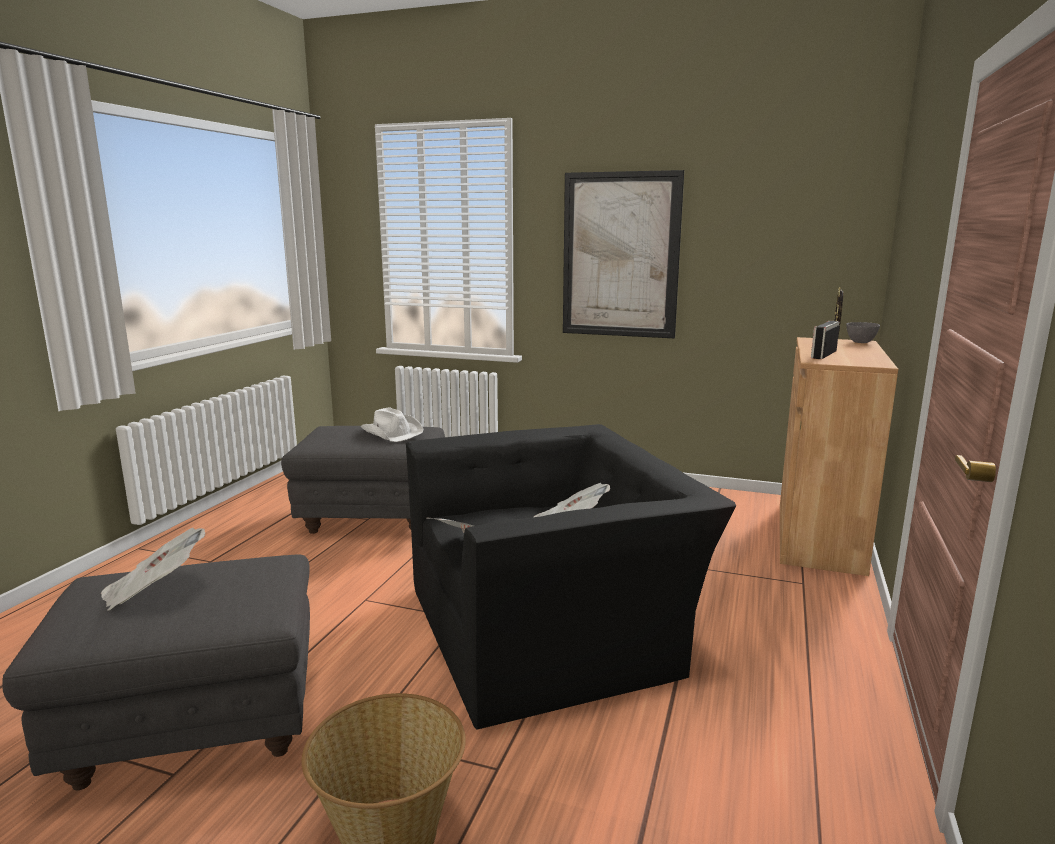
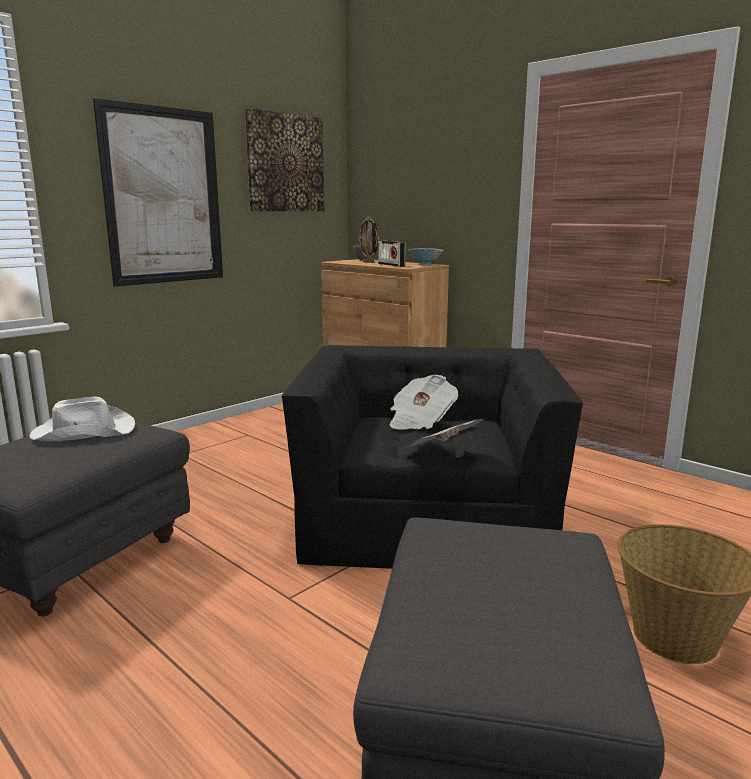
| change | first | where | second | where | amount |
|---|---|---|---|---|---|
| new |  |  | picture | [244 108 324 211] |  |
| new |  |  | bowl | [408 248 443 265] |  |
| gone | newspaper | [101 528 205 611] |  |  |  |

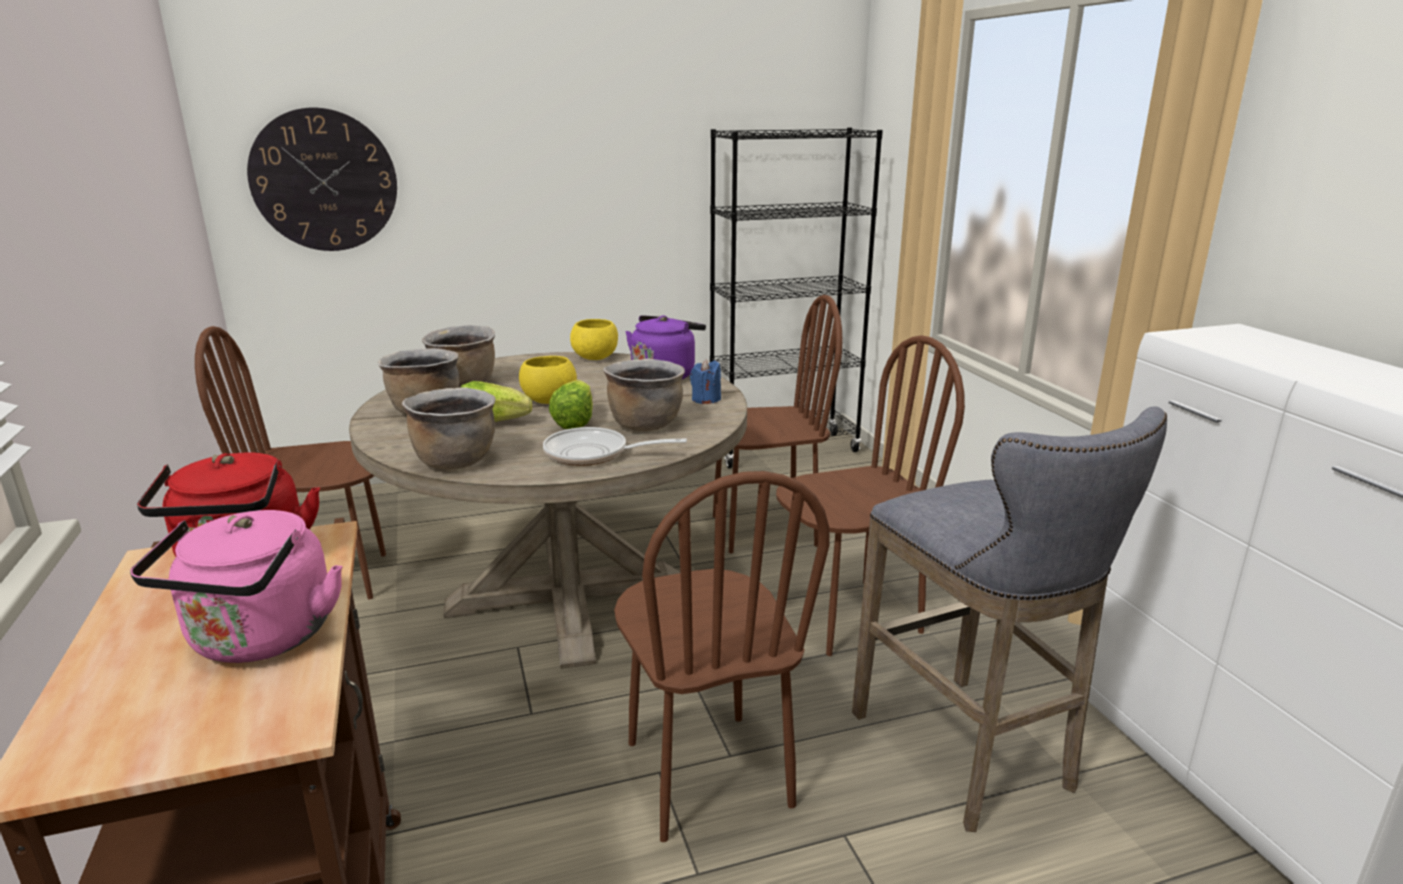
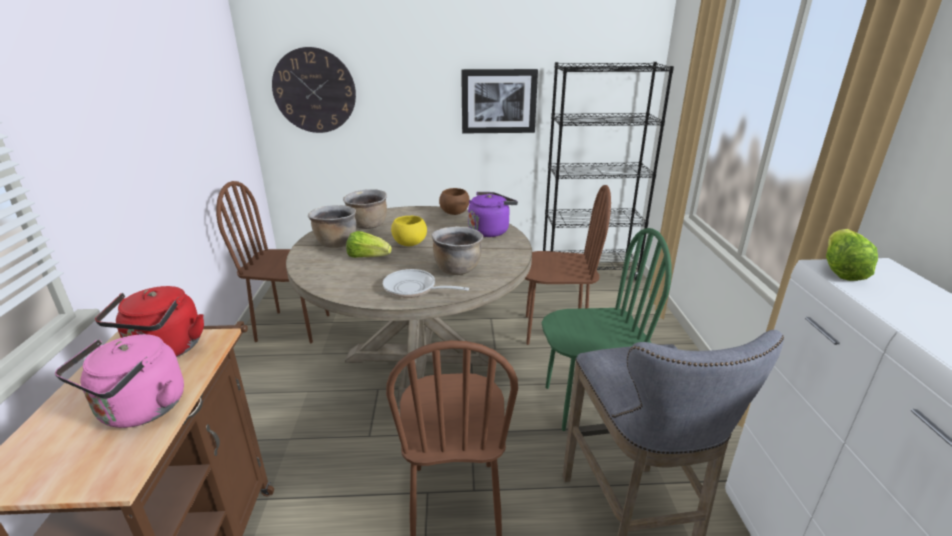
| change | first | where | second | where | amount |
|---|---|---|---|---|---|
| repainted | bowl/yellow | [570 319 618 360] | bowl/brown | [439 188 470 215] |  |
| new |  |  | picture | [461 69 538 133] |  |
| repainted | chair/brown | [776 335 965 656] | chair/green | [542 228 672 431] |  |
| shifted | lettuce | [549 380 593 429] |  | [826 229 878 281] |  |
| gone | cooking pot/brown | [402 387 496 470] |  |  |  |
| gone | candle/blue | [690 359 721 404] |  |  |  |

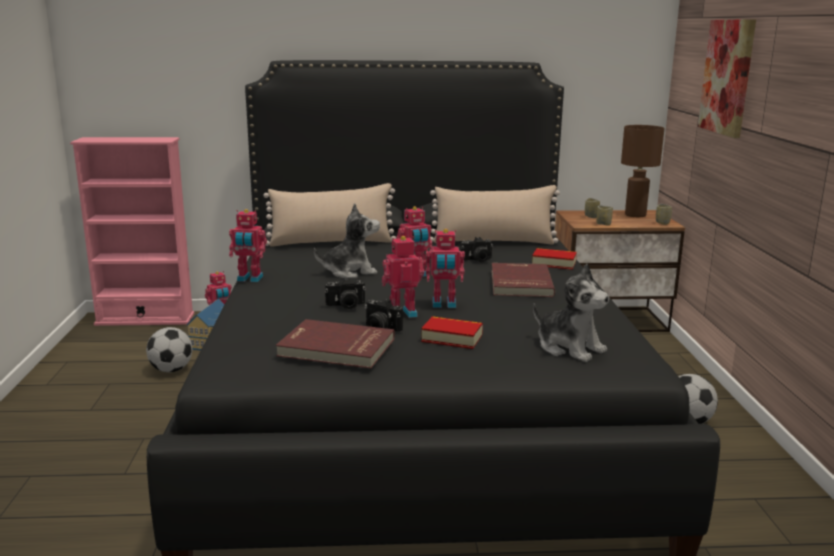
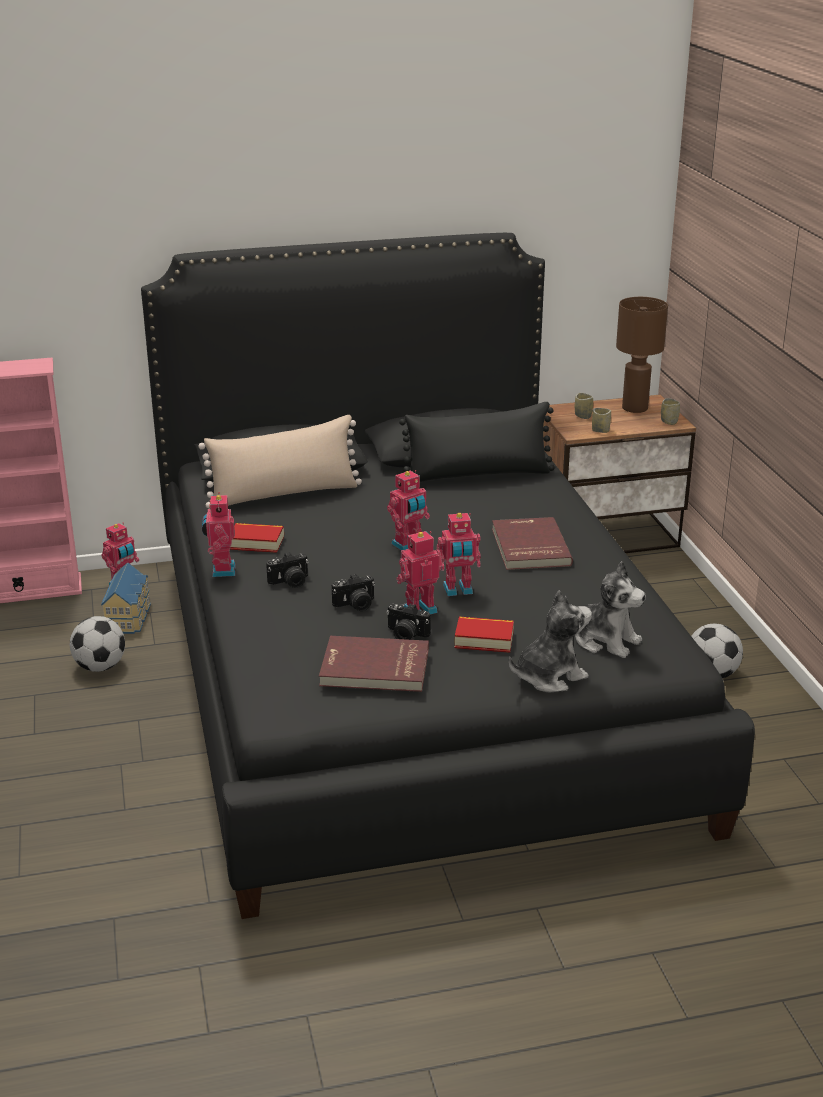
| change | first | where | second | where | amount |
|---|---|---|---|---|---|
| rotated | toy robot | [229 209 267 282] |  | [202 492 236 577] | 90 degrees clockwise |
| shifted | book | [532 248 577 270] |  | [230 523 284 553] |  |
| shifted | photo camera | [461 237 493 262] |  | [266 552 308 588] |  |
| repainted | pillow/beige | [430 185 560 244] | pillow/black | [399 402 555 482] |  |
| shifted | plush toy | [314 203 380 278] |  | [509 590 592 693] |  |
| gone | picture | [698 19 756 138] |  |  |  |

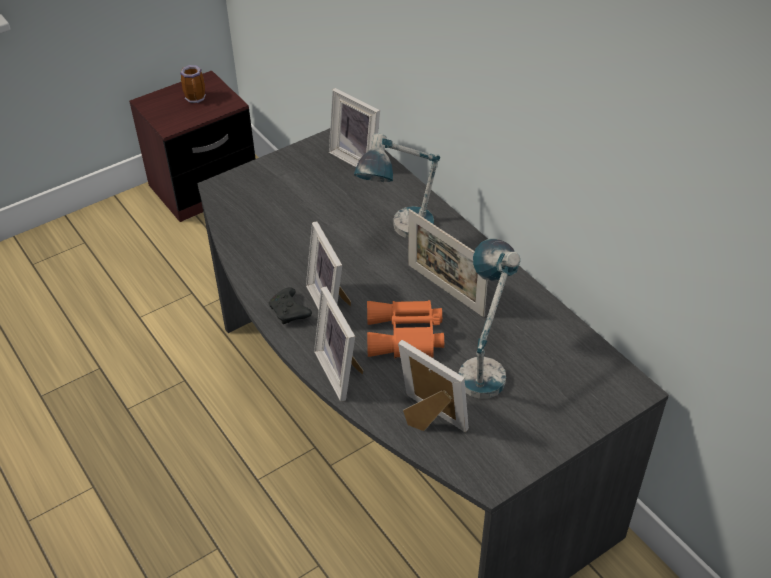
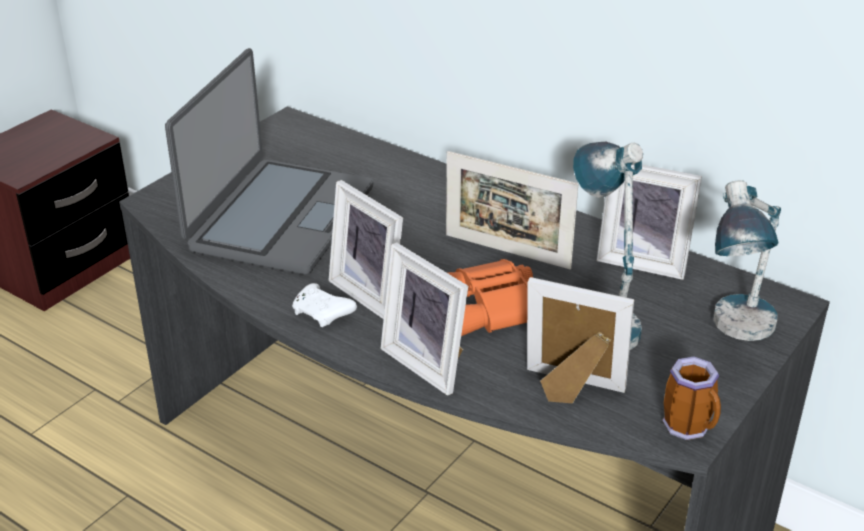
| change | first | where | second | where | amount |
|---|---|---|---|---|---|
| new |  |  | laptop | [165 48 373 275] |  |
| repainted | game controller/black | [269 287 312 324] | game controller/white | [292 283 357 327] |  |
| shifted | picture frame | [329 88 380 167] |  | [596 164 702 280] |  |
| shifted | mug | [180 65 206 103] |  | [662 356 721 440] |  |
| shifted | table lamp | [354 133 440 238] |  | [713 180 781 341] |  |

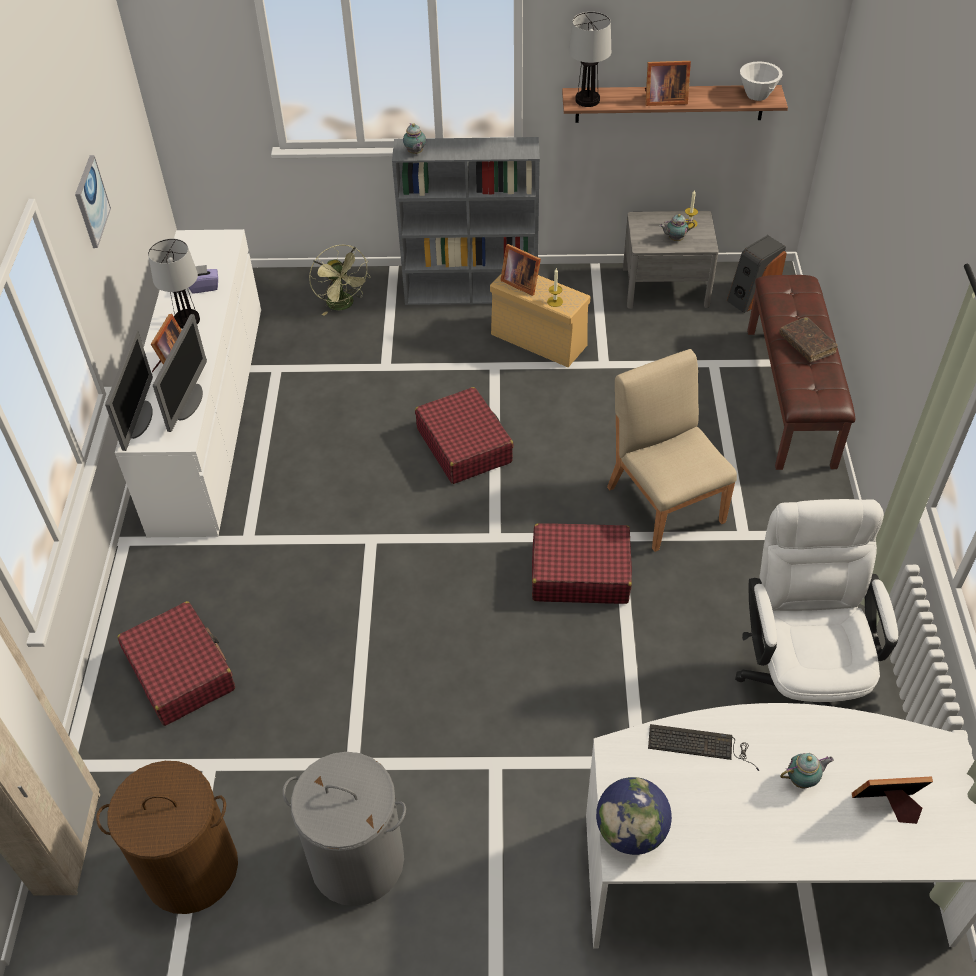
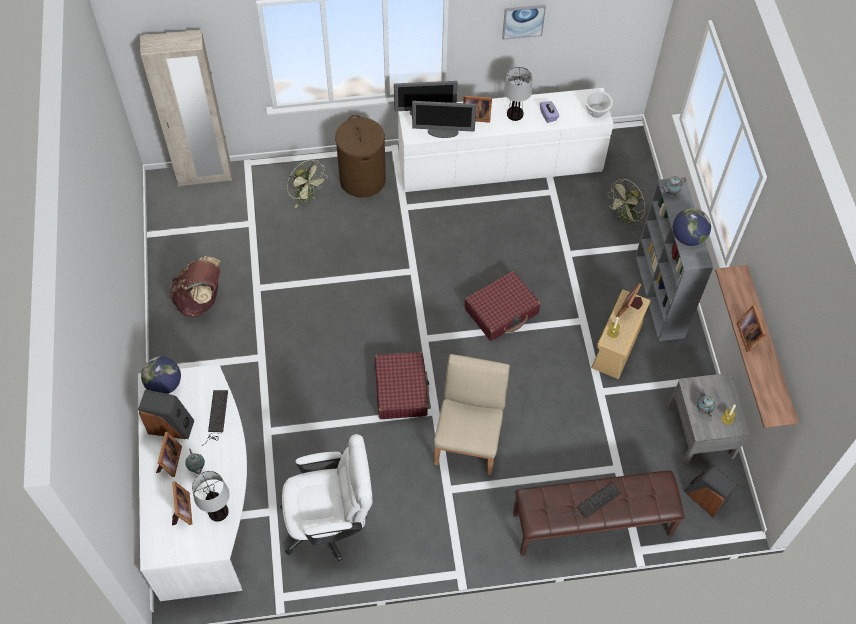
| change | first | where | second | where | amount |
|---|---|---|---|---|---|
| new |  |  | speaker | [138 390 195 439] |  |
| new |  |  | picture frame | [156 432 182 477] |  |
| swapped | laundry basket/grey | [283 752 406 906] | backpack/brown | [169 256 221 317] |  |
| shifted | table lamp | [569 12 611 107] |  | [192 471 229 522] |  |
| swapped | suitcase/red | [118 601 235 726] | fan/green | [287 159 328 208] |  |
| shifted | laundry basket/brown | [96 761 238 914] |  | [335 115 386 198] |  |
| rotated | chair/beige | [607 349 737 552] |  | [434 354 510 475] | 45 degrees counterclockwise |
| swapped | book/brown | [779 317 838 362] | keyboard | [562 482 621 521] |  |
| shifted | bowl/white | [740 61 782 101] |  | [585 91 613 118] |  |
| new |  |  | globe | [673 208 711 246] |  |

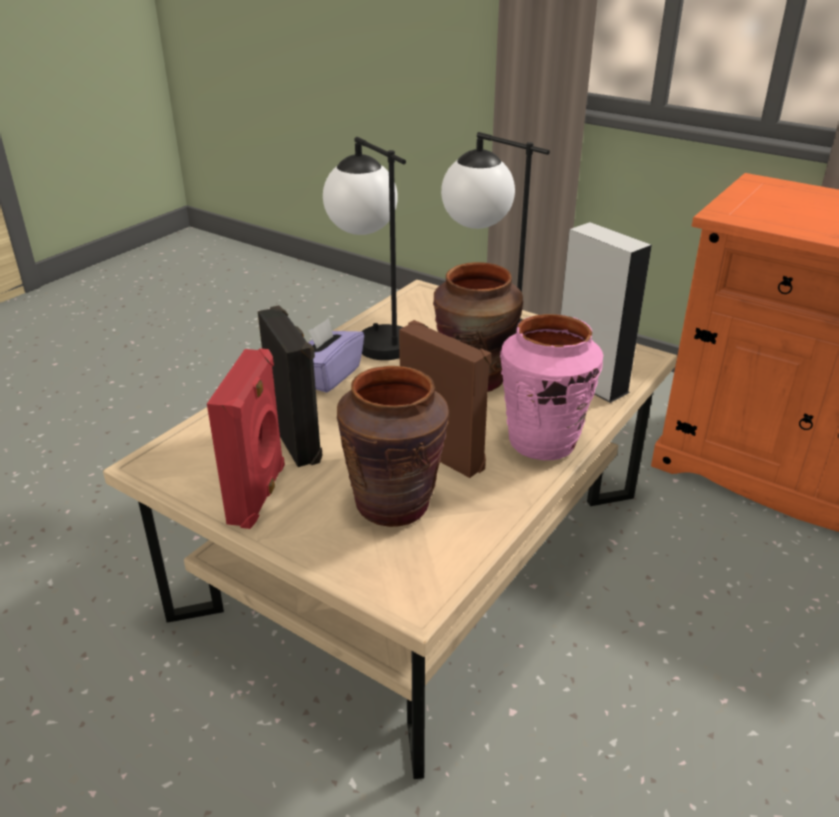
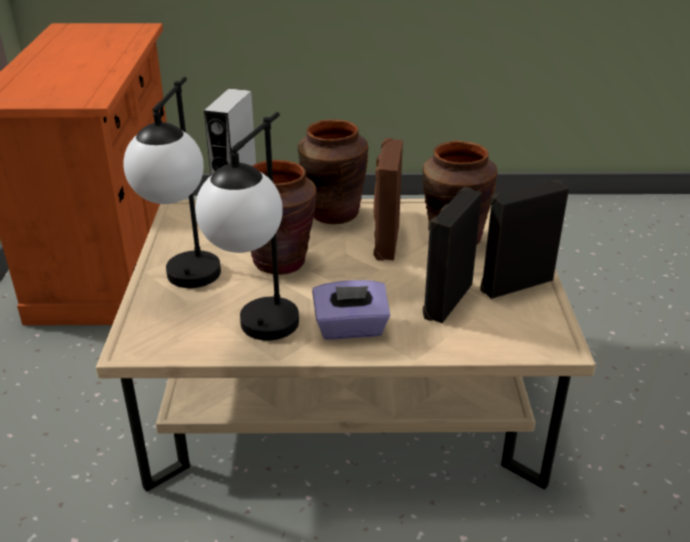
| change | first | where | second | where | amount |
|---|---|---|---|---|---|
| repainted | vase/pink | [500 314 603 460] | vase/brown | [298 119 369 224] |  |
| repainted | speaker/red | [207 348 285 529] | speaker/black | [480 180 569 299] |  |

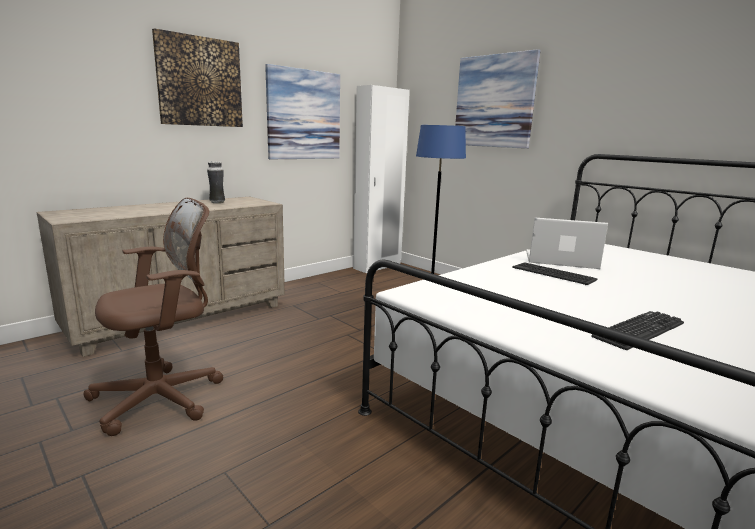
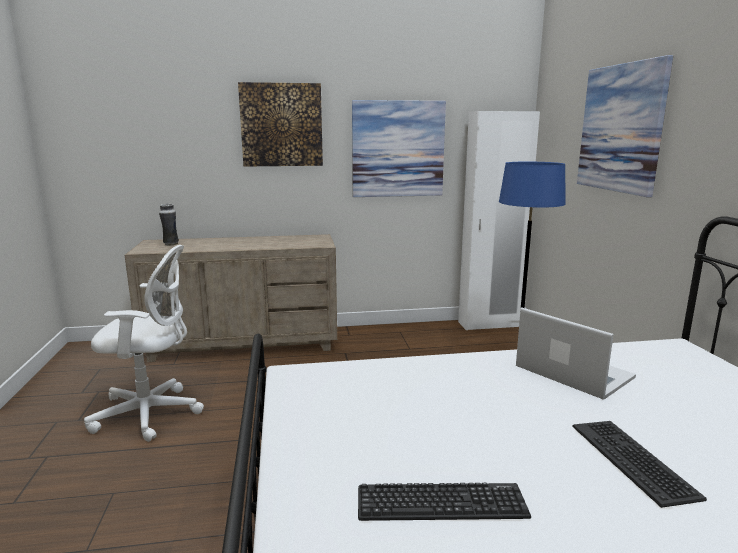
| change | first | where | second | where | amount |
|---|---|---|---|---|---|
| repainted | office chair/brown | [84 198 223 436] | office chair/white | [84 245 204 442] |  |
| shifted | vase | [207 161 225 203] |  | [159 204 179 245] |  |
| shifted | keyboard | [512 262 597 285] |  | [572 421 707 508] |  |

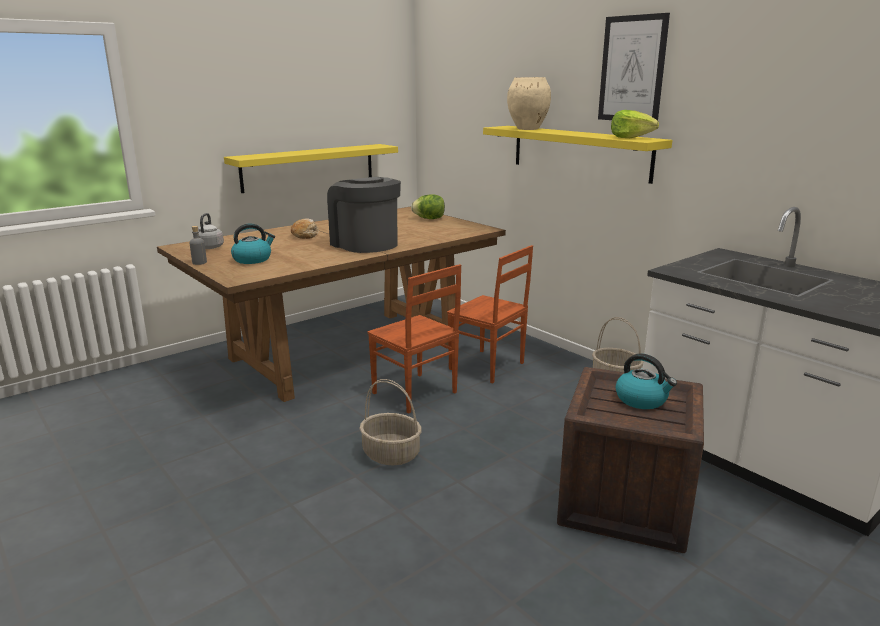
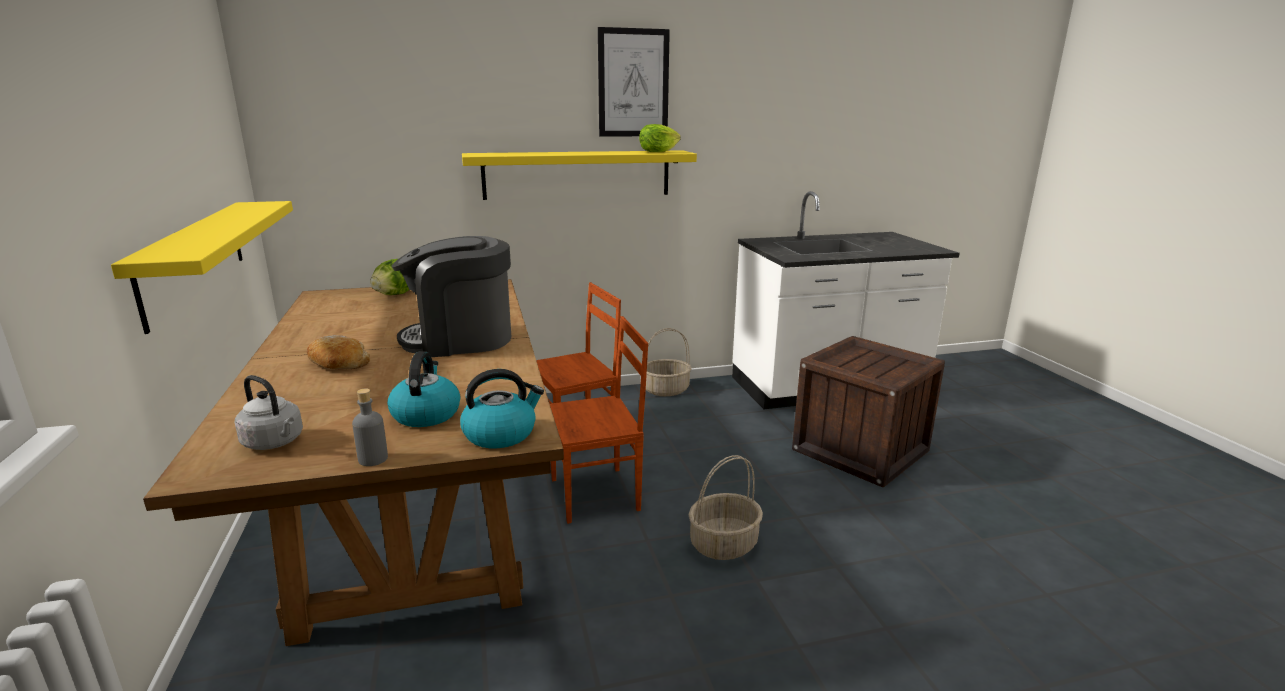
| change | first | where | second | where | amount |
|---|---|---|---|---|---|
| shifted | kettle | [616 354 677 409] |  | [460 369 544 448] |  |
| gone | vase/beige | [507 77 551 130] |  |  |  |

